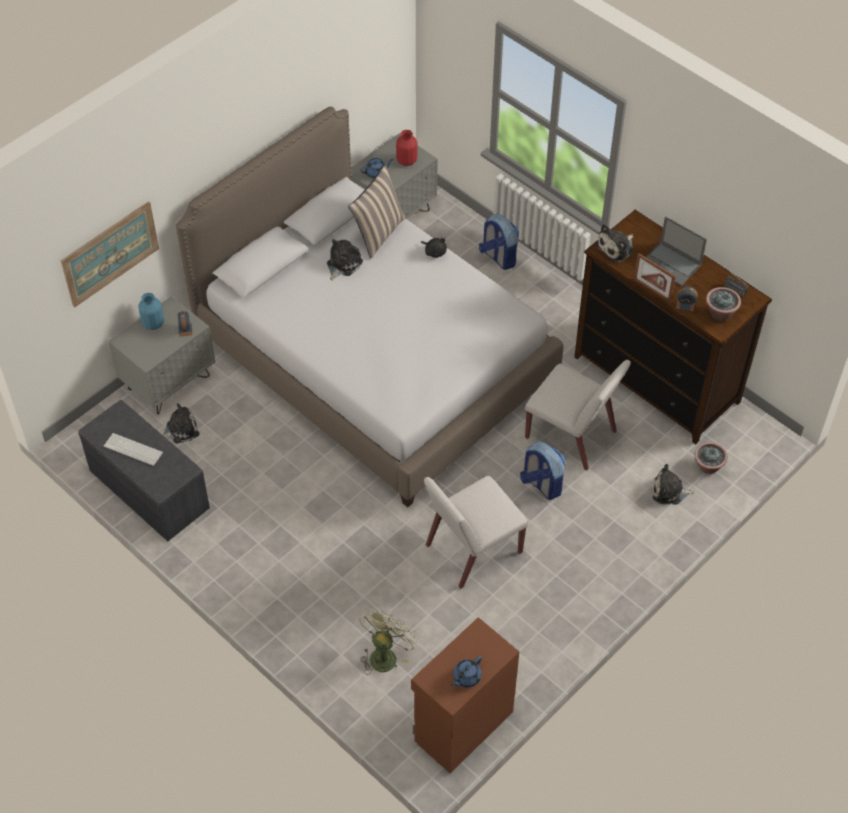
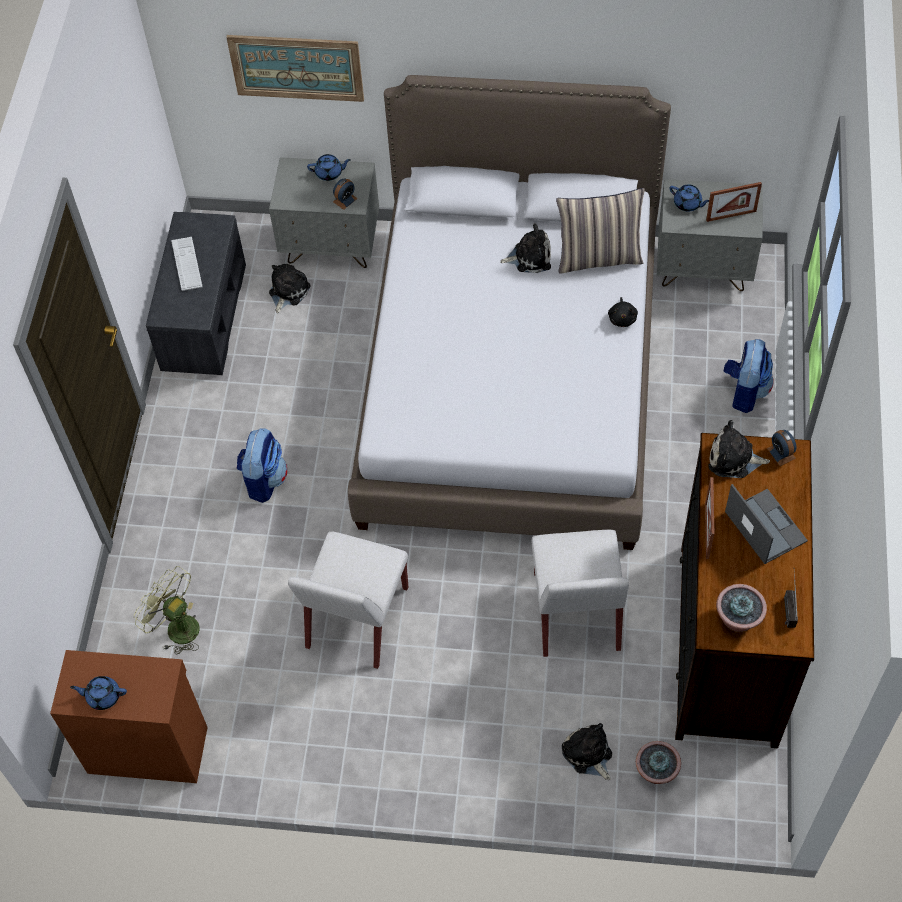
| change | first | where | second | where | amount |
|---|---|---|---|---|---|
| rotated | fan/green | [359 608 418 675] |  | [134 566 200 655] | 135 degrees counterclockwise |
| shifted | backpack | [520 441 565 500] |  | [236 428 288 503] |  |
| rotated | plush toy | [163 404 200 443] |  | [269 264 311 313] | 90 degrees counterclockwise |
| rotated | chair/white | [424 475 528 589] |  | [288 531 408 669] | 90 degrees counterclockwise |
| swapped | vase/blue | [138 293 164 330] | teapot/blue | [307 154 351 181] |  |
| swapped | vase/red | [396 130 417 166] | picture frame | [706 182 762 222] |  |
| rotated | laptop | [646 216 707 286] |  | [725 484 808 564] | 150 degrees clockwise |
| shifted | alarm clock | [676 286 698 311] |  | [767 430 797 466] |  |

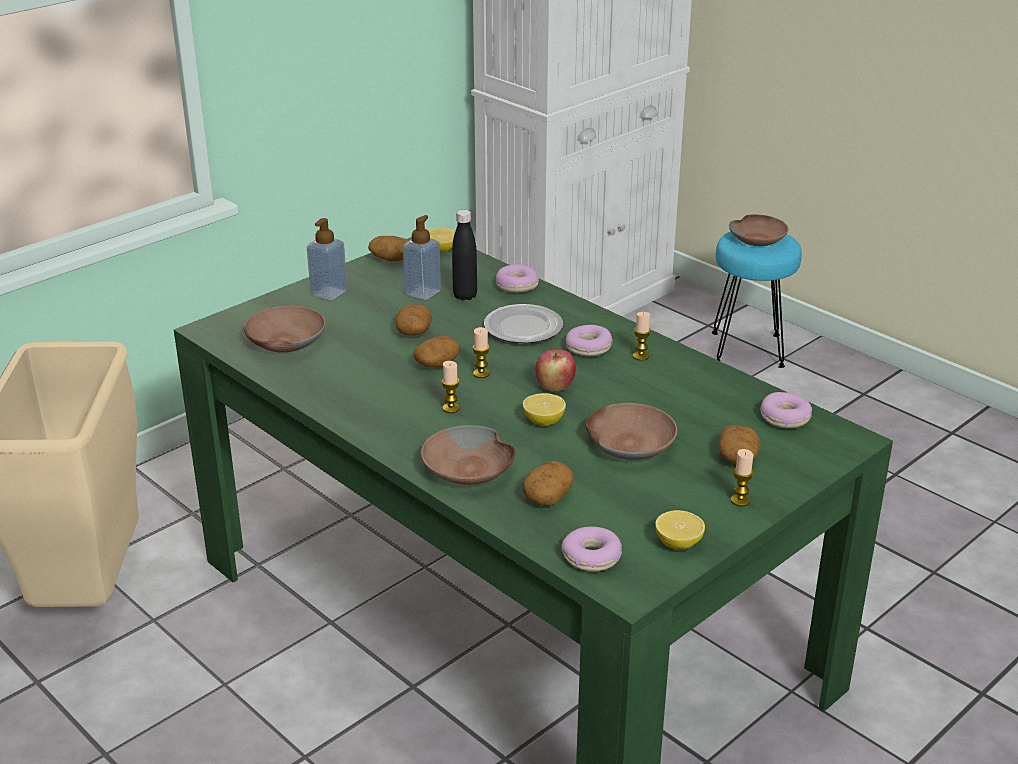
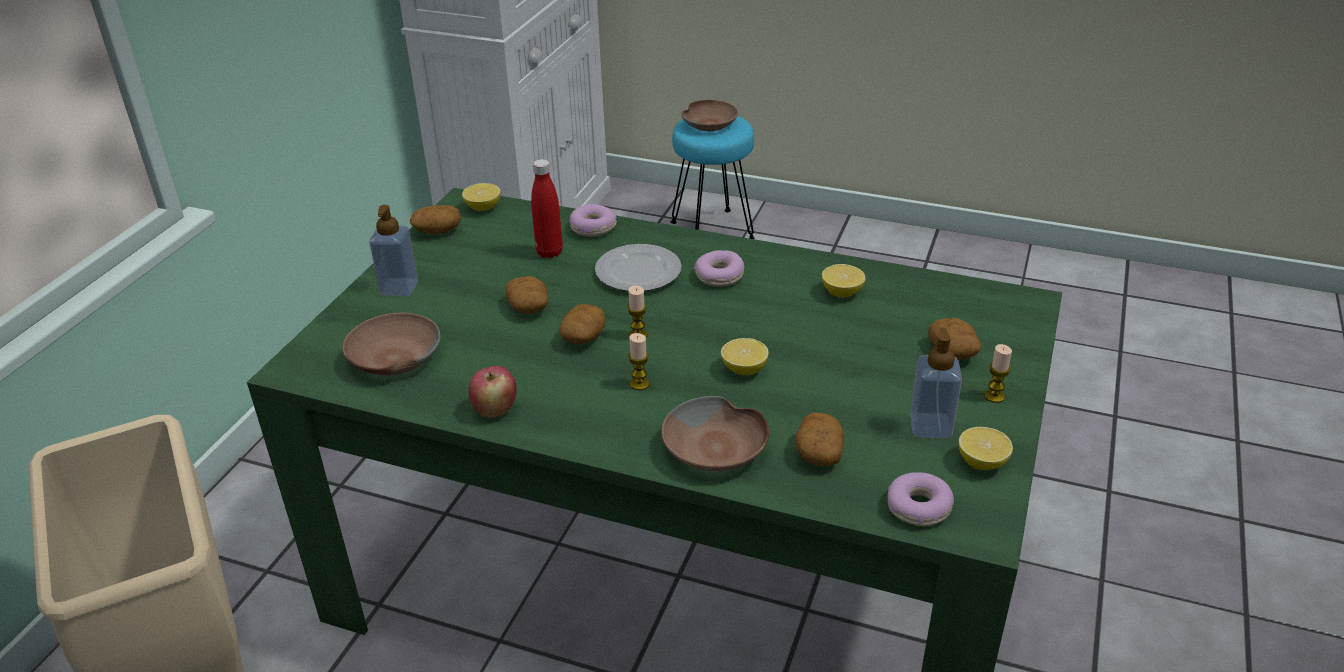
| change | first | where | second | where | amount |
|---|---|---|---|---|---|
| shifted | apple | [535 350 576 392] |  | [468 366 517 418] |  |
| repainted | bottle/black | [452 210 477 300] | bottle/red | [531 159 563 258] |  |
| new |  |  | lemon | [822 264 865 298] |  |
| shifted | soap dispenser | [403 215 441 300] |  | [910 328 962 439] |  |
| gone | bowl/brown | [585 403 677 460] |  |  |  |
| gone | candle | [633 312 651 361] |  |  |  |
| gone | donut | [760 392 812 428] |  |  |  |

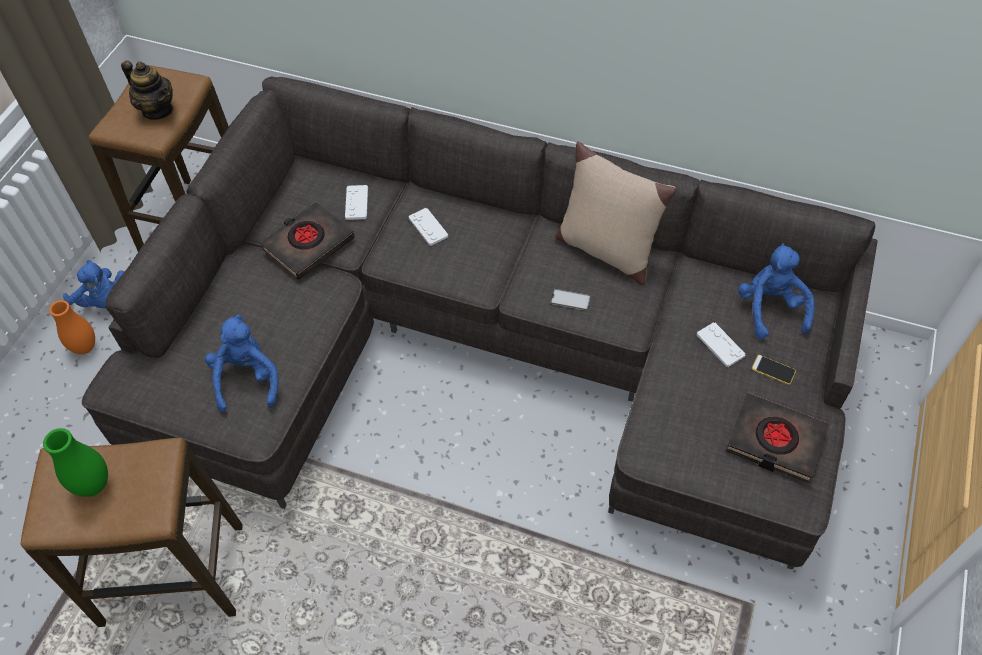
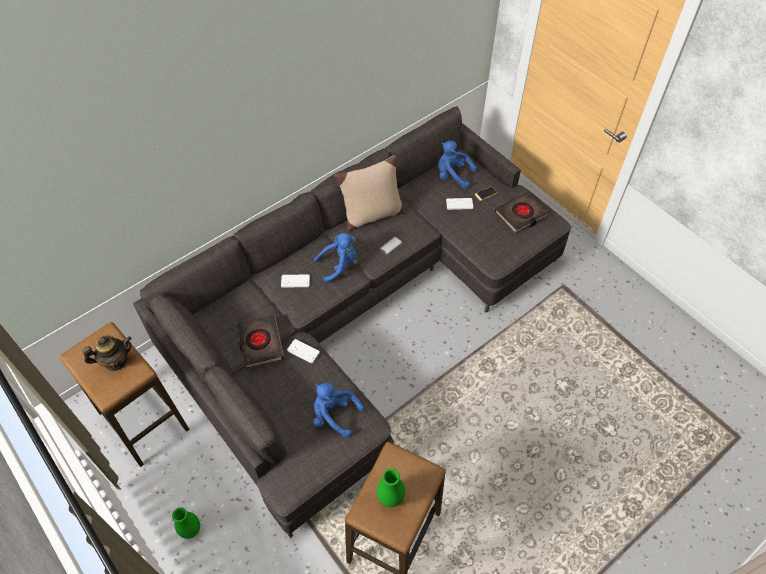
| change | first | where | second | where | amount |
|---|---|---|---|---|---|
| repainted | vase/orange | [49 300 95 354] | vase/green | [172 507 200 539] |  |
| shifted | game controller/white | [345 185 368 220] |  | [287 339 320 363] |  |
| shifted | plush toy/blue | [63 260 125 308] |  | [314 233 356 283] |  |

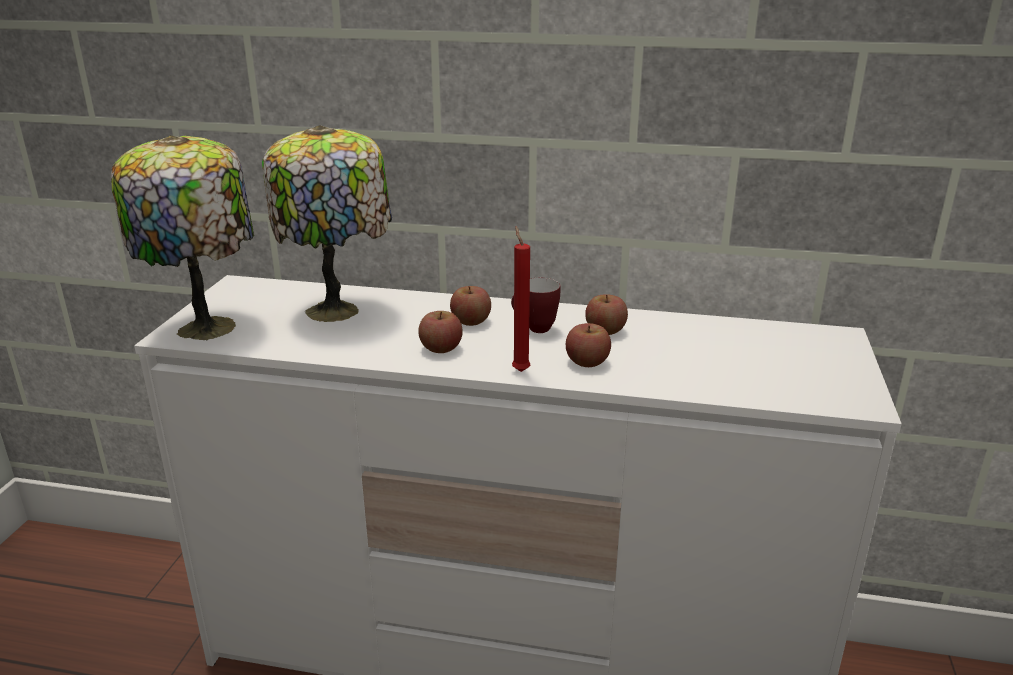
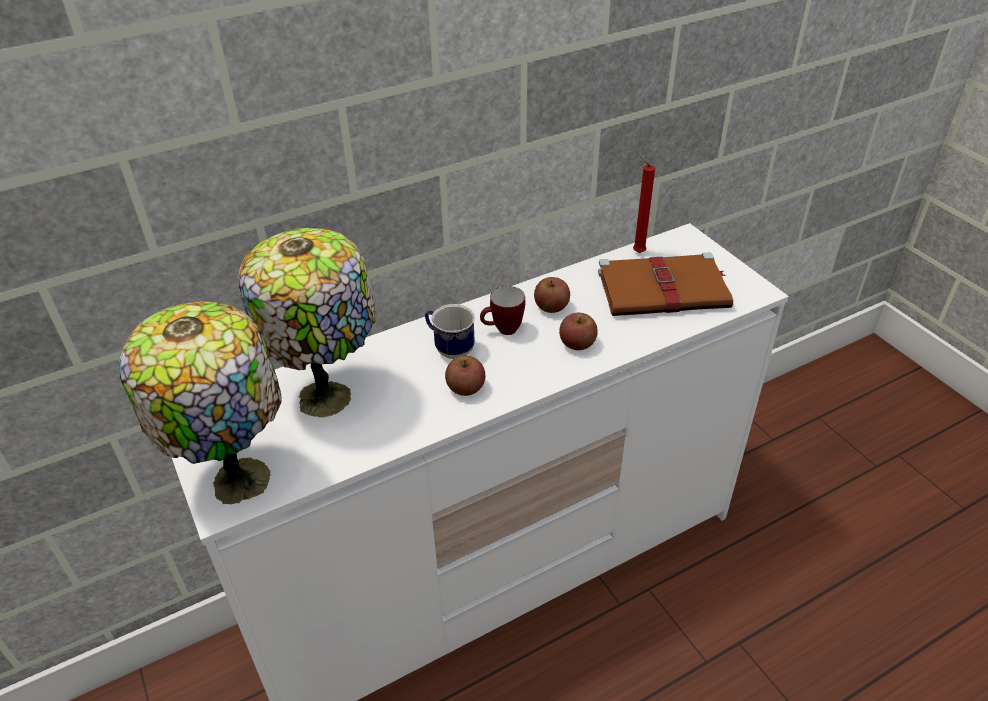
| change | first | where | second | where | amount |
|---|---|---|---|---|---|
| swapped | apple | [450 286 491 326] | mug | [425 304 475 359] |  |
| new |  |  | book/brown | [598 252 733 316] |  |
| shifted | candle/red | [512 226 530 372] |  | [633 155 655 253] |  |

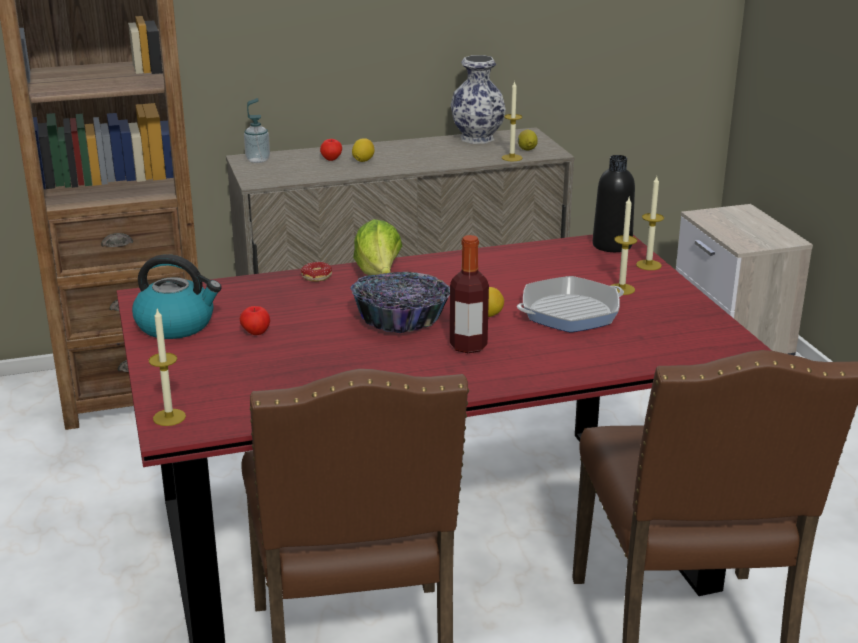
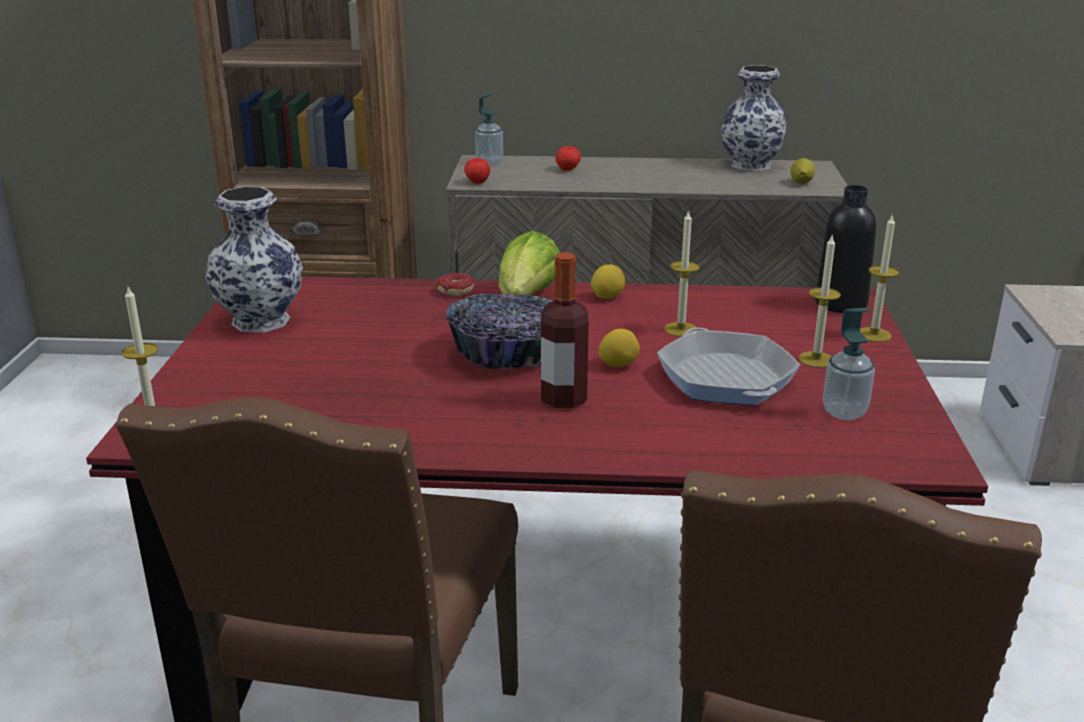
| change | first | where | second | where | amount |
|---|---|---|---|---|---|
| swapped | kettle | [132 254 222 339] | vase | [206 187 303 333] |  |
| shifted | apple | [240 306 270 335] |  | [464 158 490 184] |  |
| shifted | lemon | [352 138 375 162] |  | [591 265 625 299] |  |
| rotated | frying pan | [517 276 624 332] |  | [657 328 800 405] | 75 degrees clockwise |
| shifted | candle | [502 81 522 161] |  | [664 210 700 337] |  |
| new |  |  | soap dispenser | [823 308 875 420] |  |

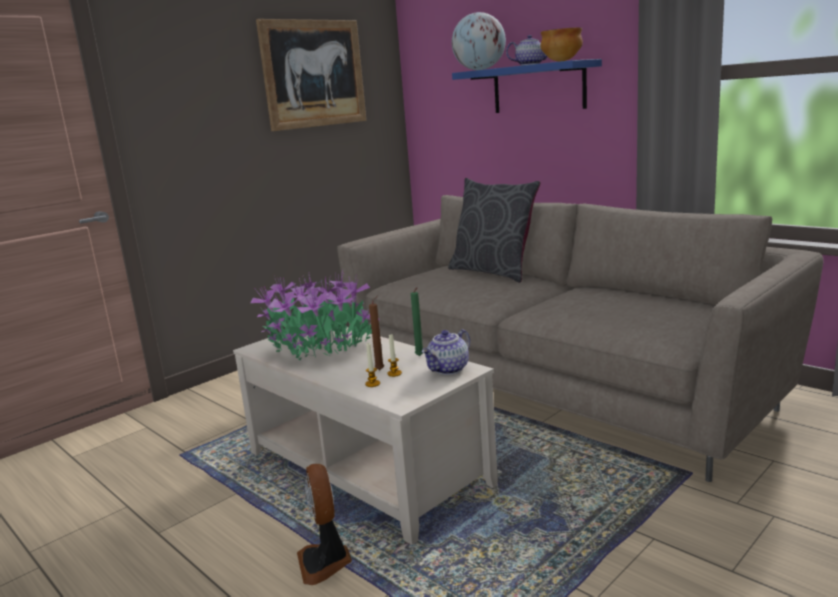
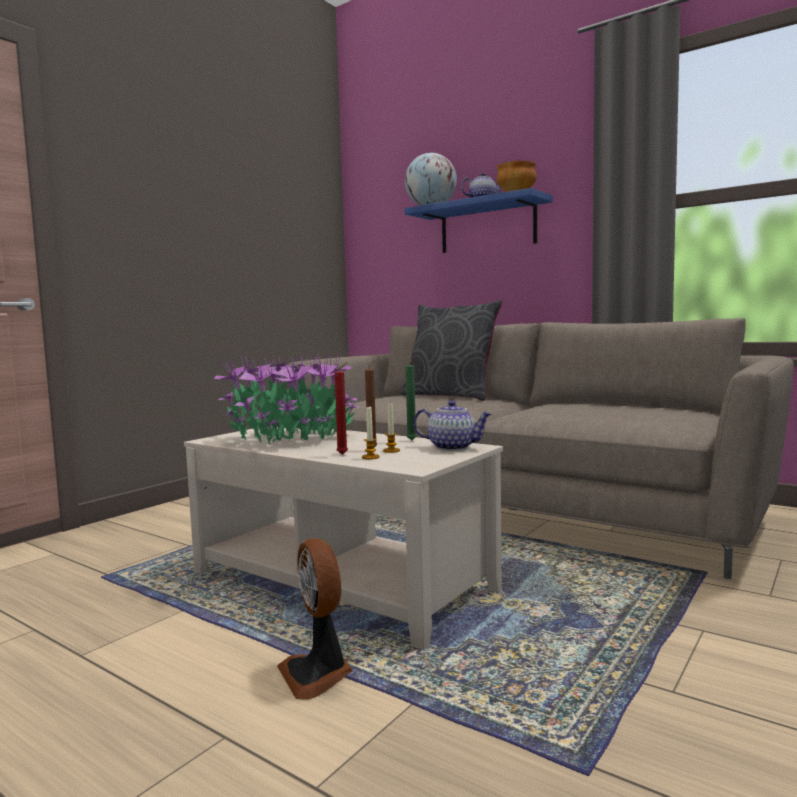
| change | first | where | second | where | amount |
|---|---|---|---|---|---|
| new |  |  | candle/red | [335 362 348 455] |  |
| rotated | teapot | [421 329 470 375] |  | [413 400 492 451] | 105 degrees counterclockwise |
| gone | picture | [256 19 366 131] |  |  |  |

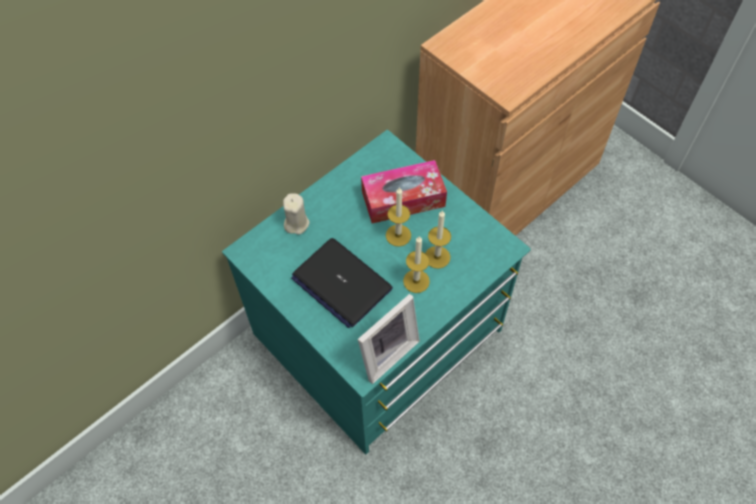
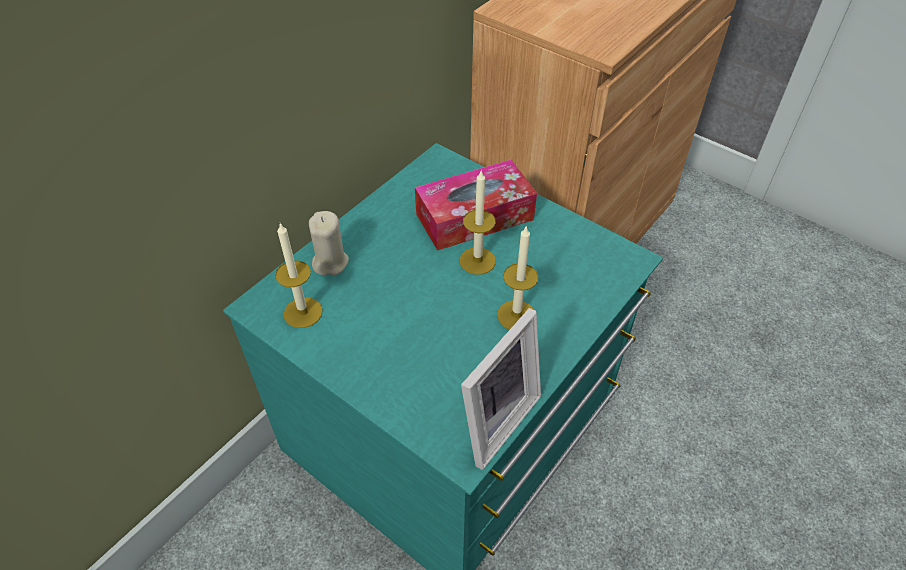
| change | first | where | second | where | amount |
|---|---|---|---|---|---|
| shifted | candle | [425 210 451 269] |  | [275 223 323 328] |  |
| gone | laptop | [291 238 393 328] |  |  |  |

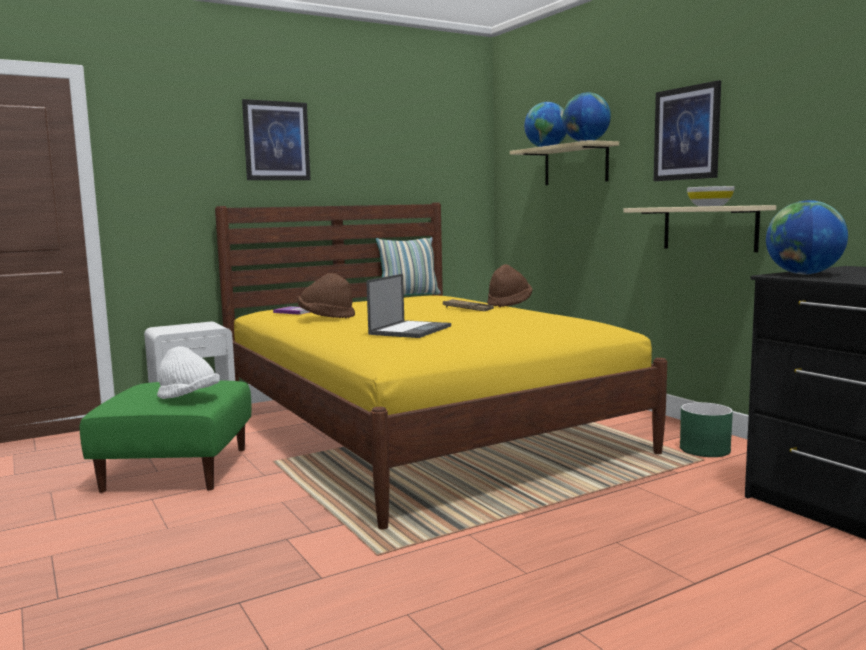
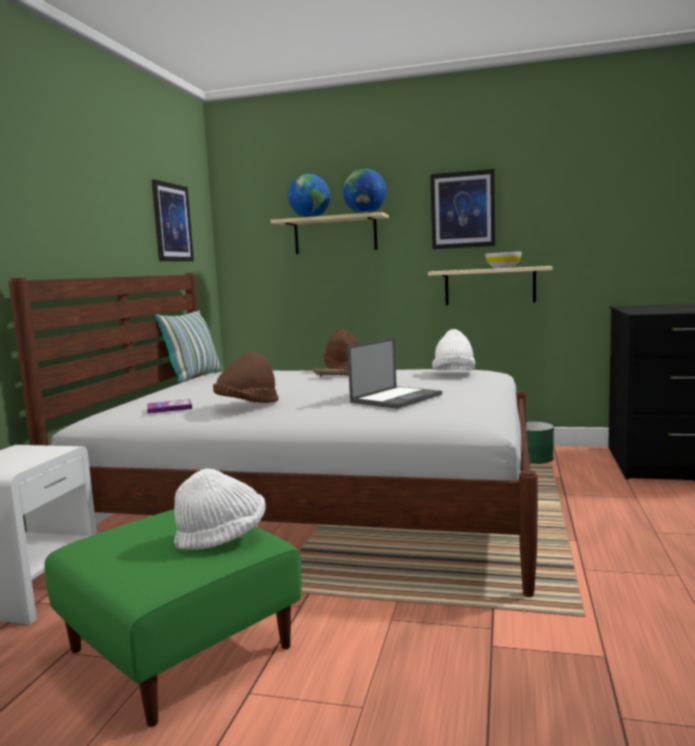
| change | first | where | second | where | amount |
|---|---|---|---|---|---|
| repainted | bed/yellow | [215 203 667 529] | bed/white | [9 273 538 597] |  |
| shifted | picture | [242 99 311 180] |  | [152 179 194 261] |  |
| rotated | laptop | [366 274 451 338] |  | [347 338 442 409] | 60 degrees clockwise |
| new |  |  | hat/white | [432 329 476 370] |  |
| gone | globe | [766 200 848 275] |  |  |  |

